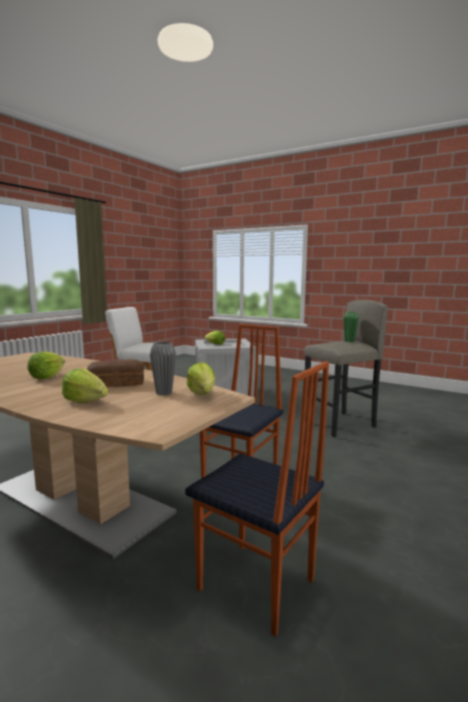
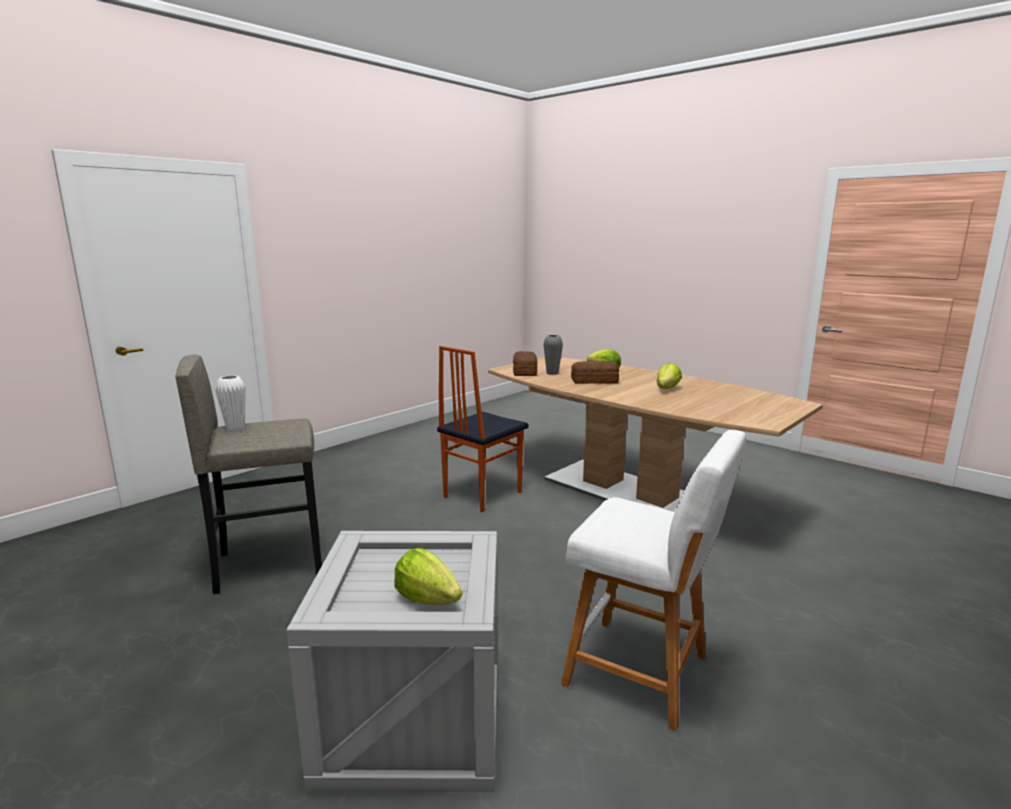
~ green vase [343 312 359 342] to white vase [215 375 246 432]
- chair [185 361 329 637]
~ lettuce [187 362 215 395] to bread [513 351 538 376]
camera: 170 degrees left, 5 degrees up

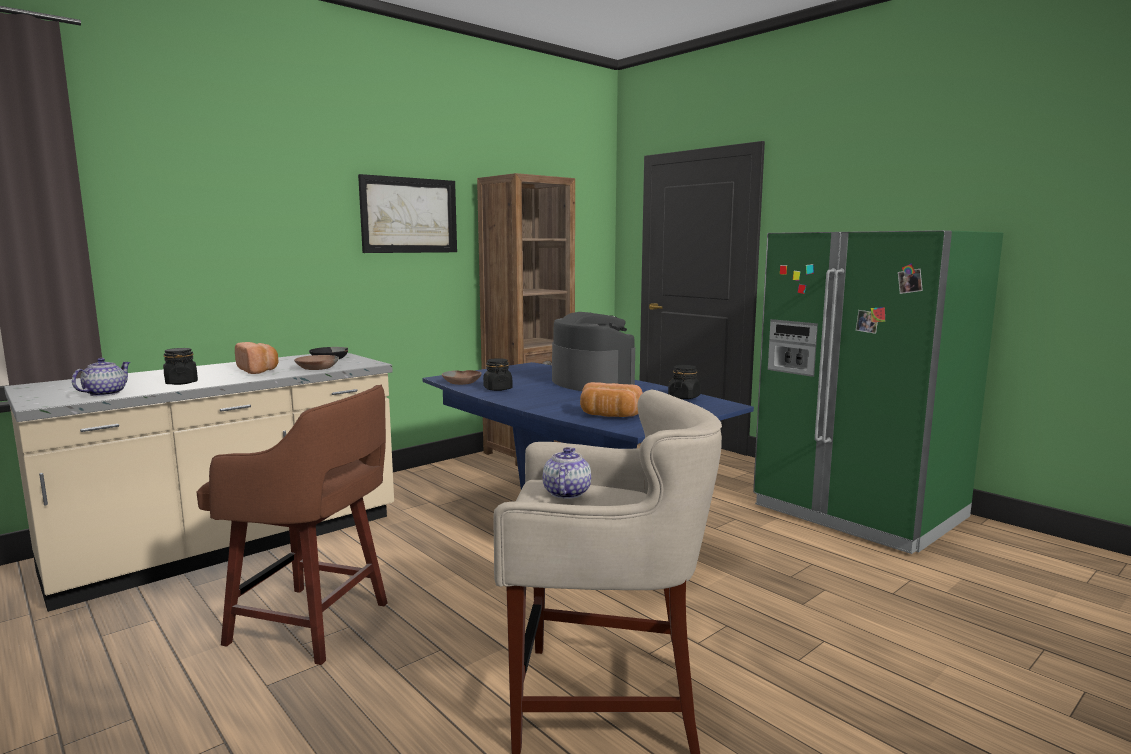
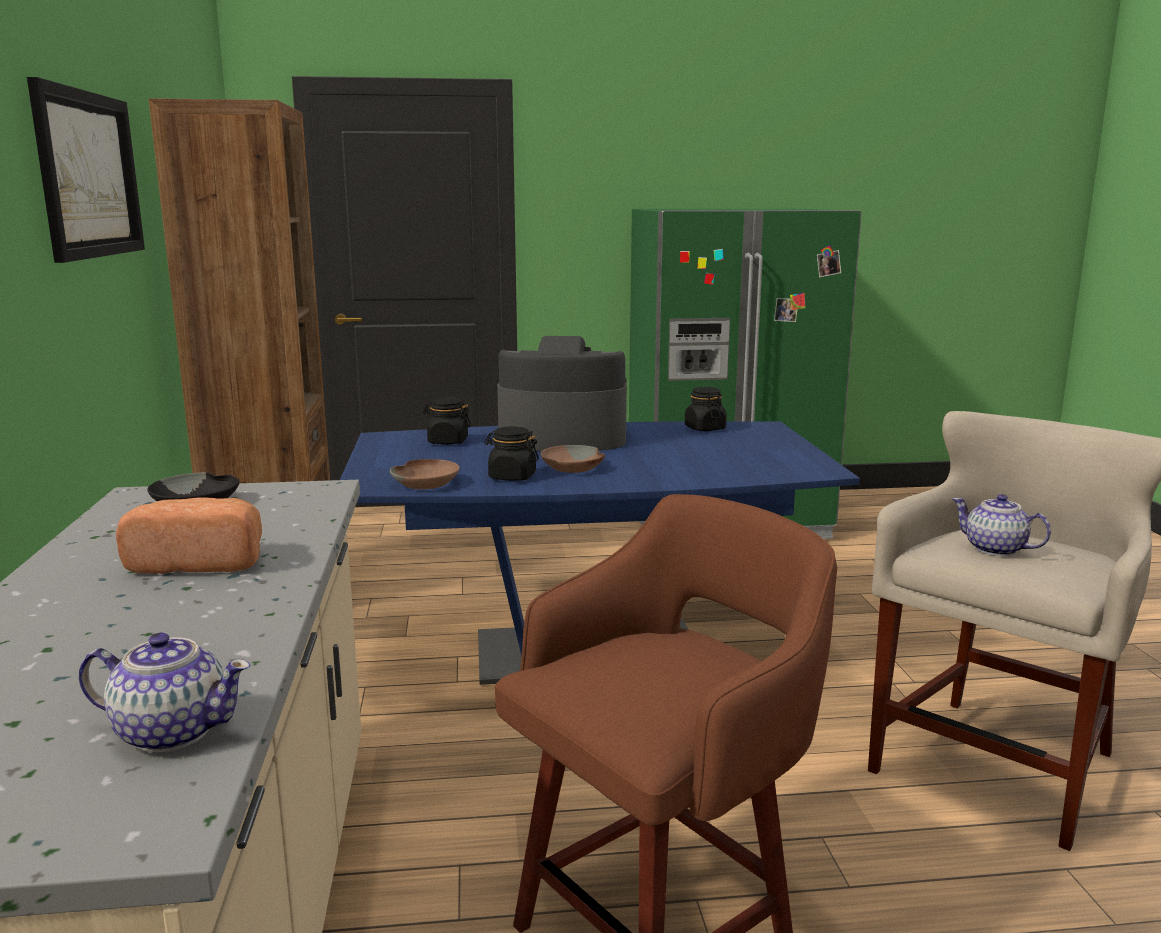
~ black jar [163 348 198 385] to [422 398 471 445]
~ brown bowl [294 355 339 370] to [540 445 605 473]
~ teapot [72 358 131 396] = [79 633 250 752] 135 degrees clockwise
- bread [580 382 643 417]
camera: 55 degrees left, 5 degrees up

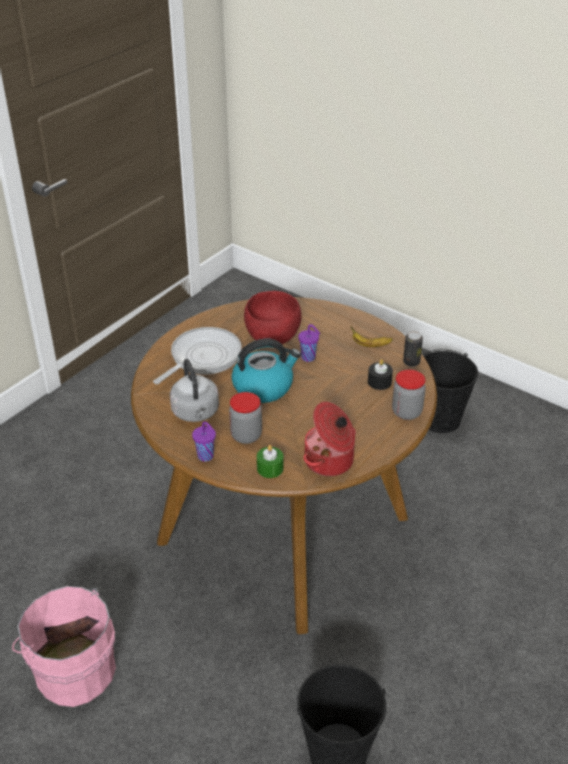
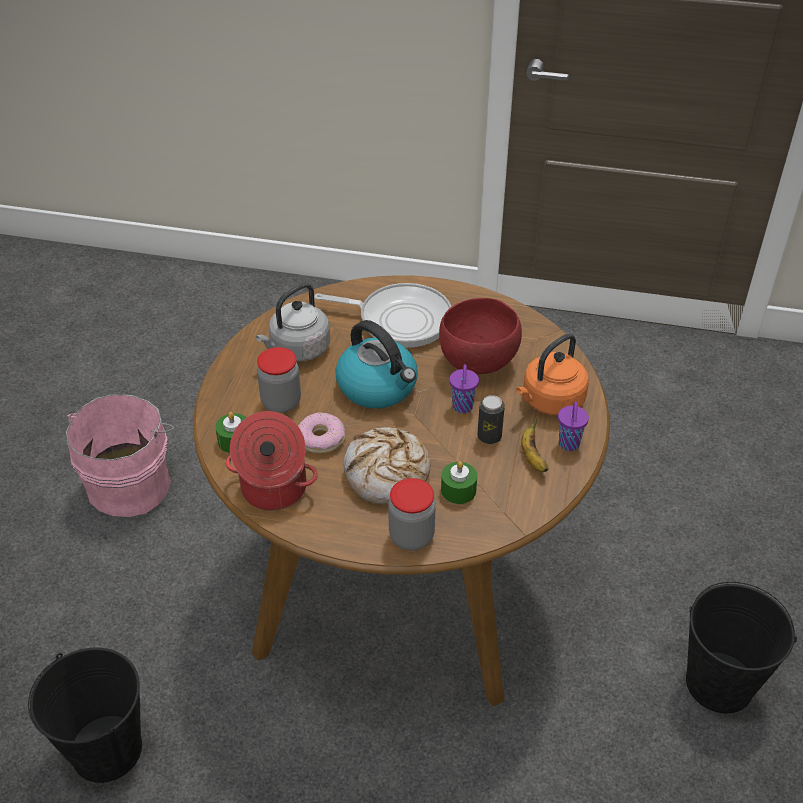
~ can [403 331 423 367] to [477 395 505 444]
~ black candle [368 359 393 390] to green candle [441 461 477 504]
~ purple cup [192 421 216 462] to [558 402 589 451]
+ orange kettle [516 333 589 415]
+ donut [298 412 345 454]
+ bread [344 427 430 505]
camera: 65 degrees right, 5 degrees up

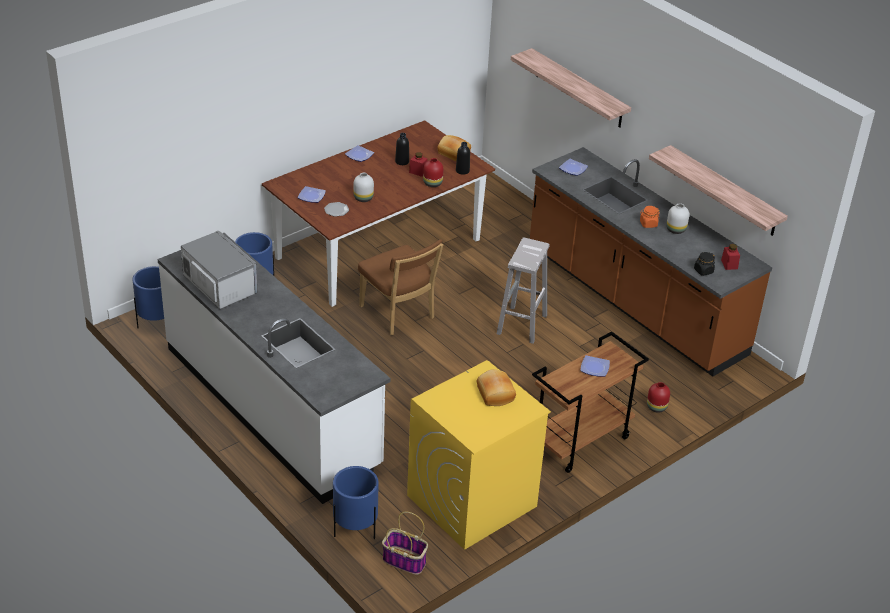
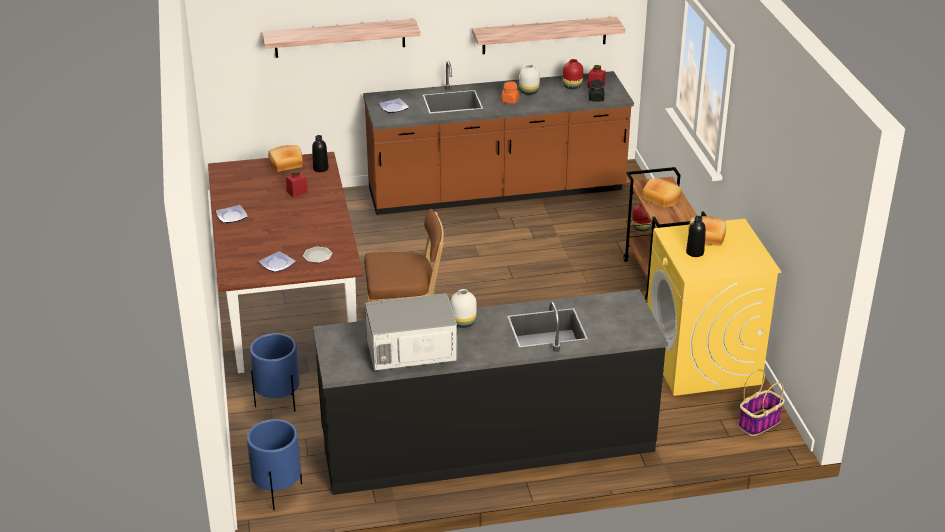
~ black bottle [395 133 409 165] to [686 216 706 257]
~ red vase [423 158 443 187] to [563 59 583 89]
~ white vase [354 173 374 202] to [450 289 477 328]
~ white counter [158 233 391 504] to black counter [313 289 668 495]
- white stool [497 237 550 344]
~ plate [580 355 610 377] to bread [642 178 682 208]
- blue planter [333 466 379 539]
camera: 60 degrees left, 5 degrees down

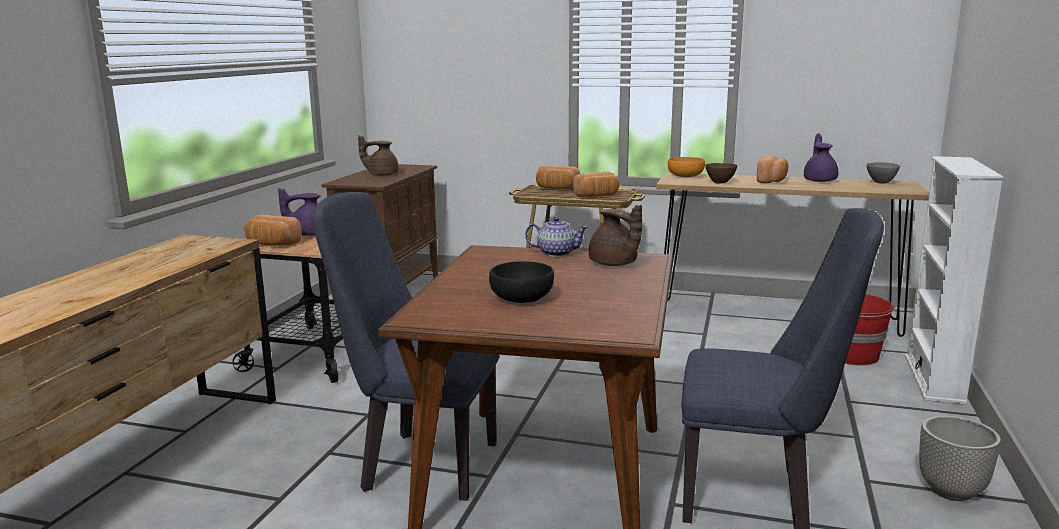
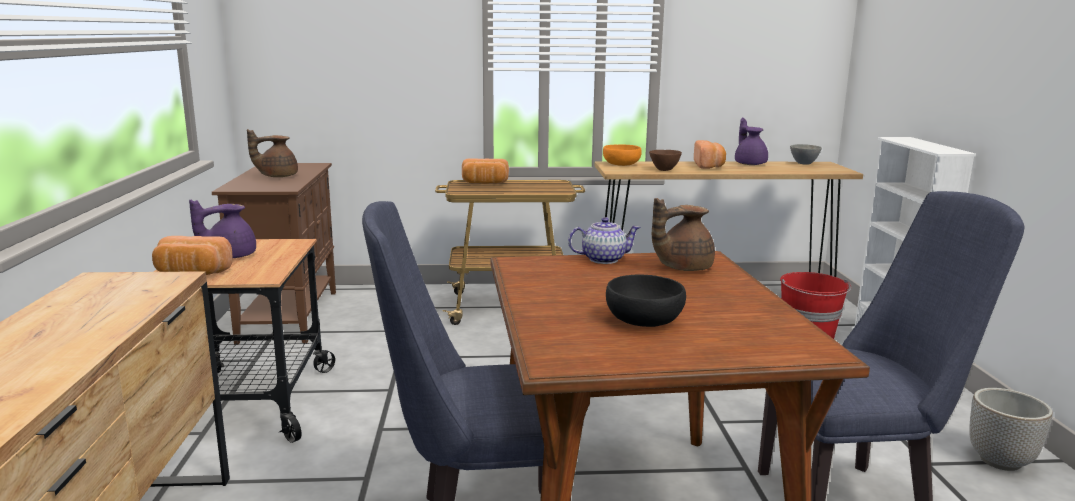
- bread [573 171 619 197]
~ brown teapot [588 205 642 266] = [652 198 715 271] 120 degrees clockwise
camera: 20 degrees left, 0 degrees up

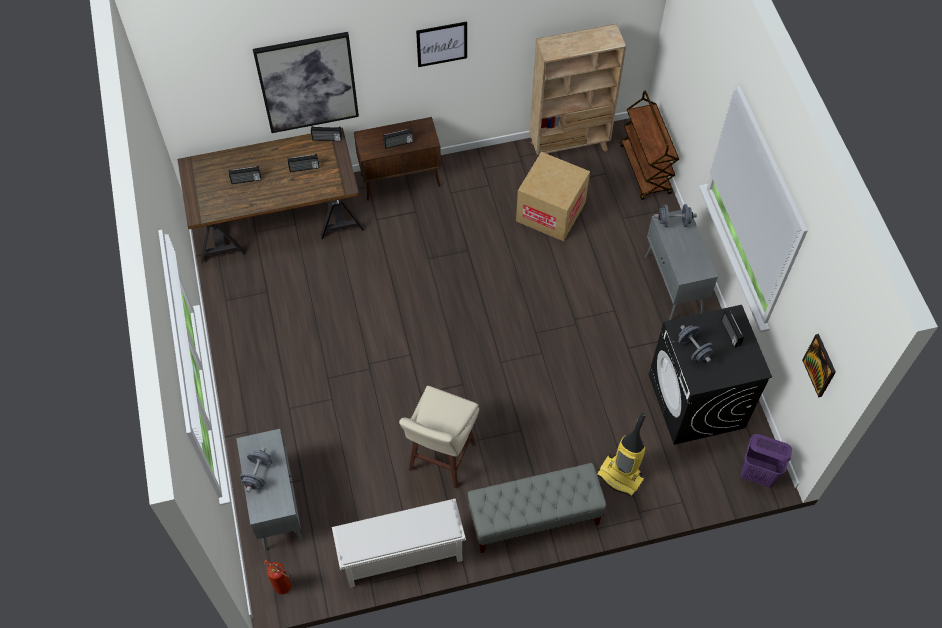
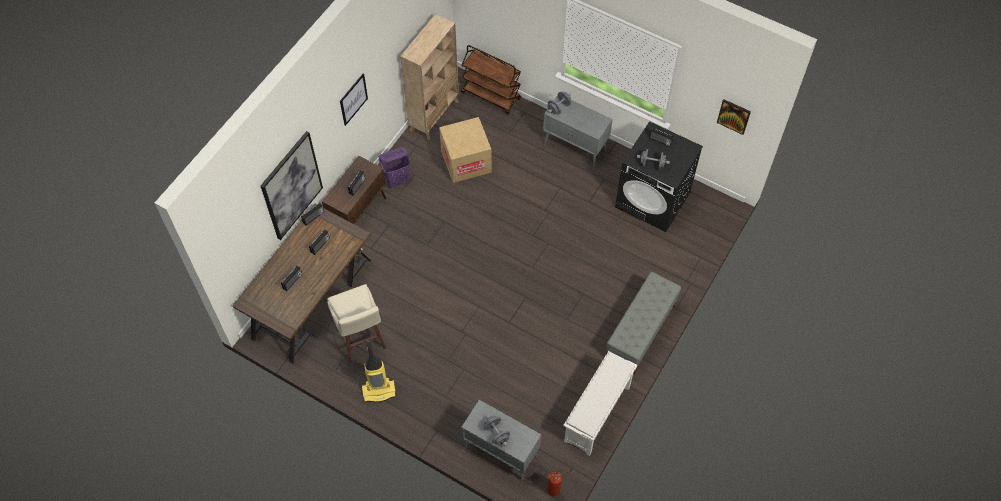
~ beige stool [399 386 479 488] to [327 284 386 362]
~ vacuum cleaner [596 413 646 497] to [361 340 397 402]
~ purple laundry basket [740 434 792 487] to [379 147 411 188]
camera: 45 degrees left, 0 degrees up

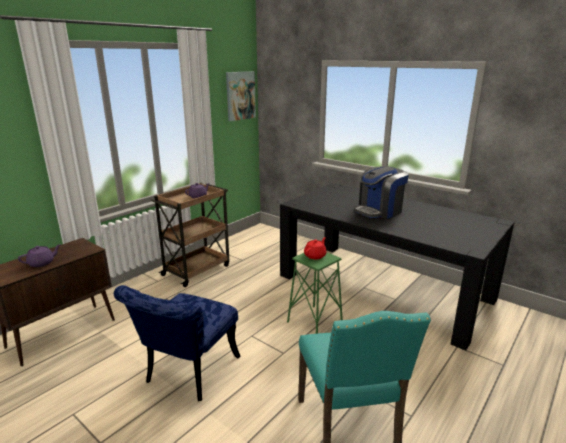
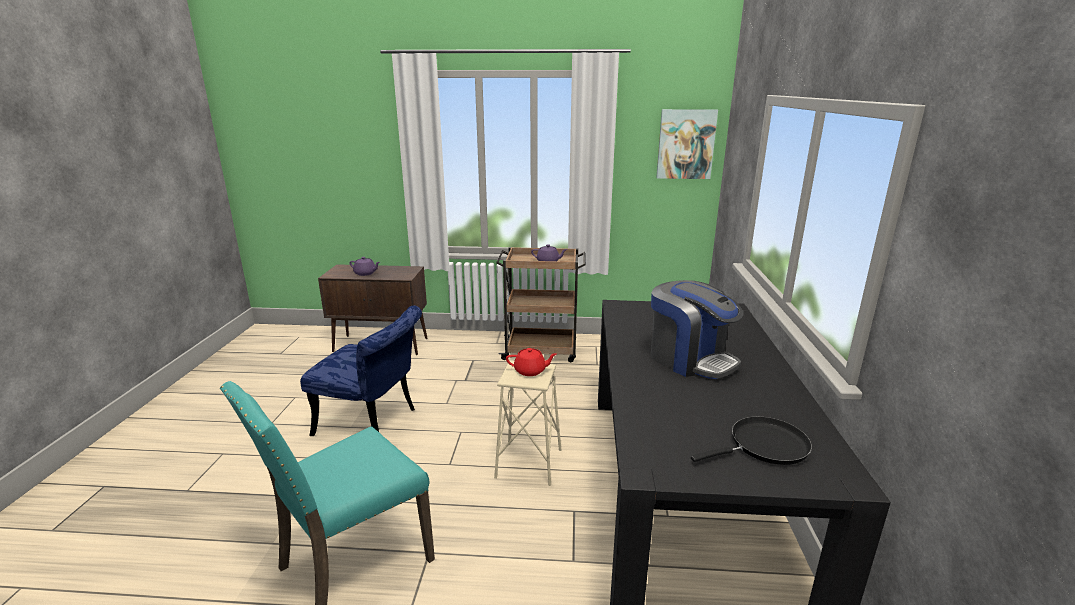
~ coffee machine [354 166 409 219] = [651 280 744 379] 150 degrees counterclockwise
~ green stool [287 252 343 334] to beige stool [494 360 561 486]
~ blue chair [114 285 241 401] = [300 305 422 436] 150 degrees counterclockwise
+ black frying pan [691 416 812 465]
camera: 55 degrees right, 0 degrees up

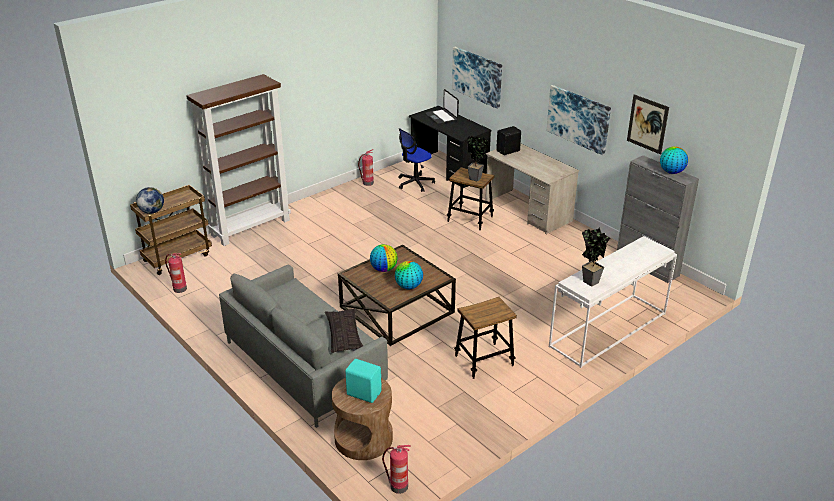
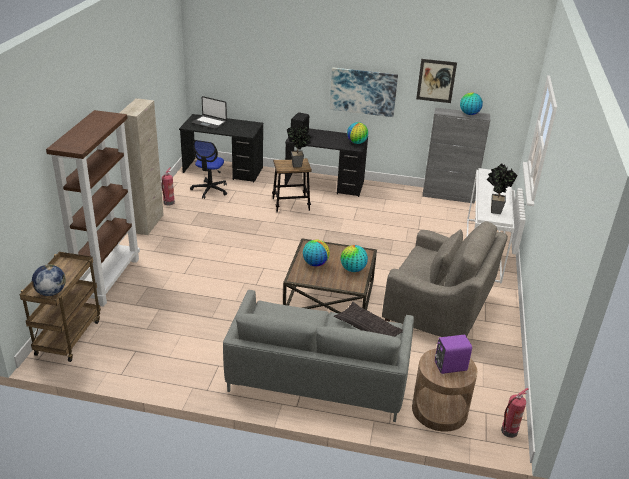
- picture [452 47 502 109]
~ beige desk [485 144 579 234] to black desk [285 128 368 197]
- fire extinguisher [165 253 187 293]
~ stool [454 297 517 379] to grey armchair [382 221 508 337]
~ turquoise speaker [345 359 382 403] to purple speaker [435 335 472 374]
+ beige cabinet [120 98 164 235]
+ globe [347 122 368 144]
camera: 40 degrees left, 0 degrees up

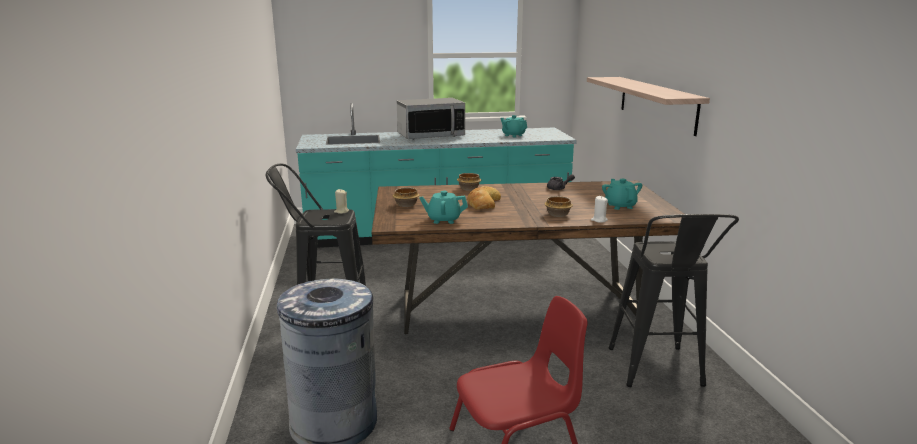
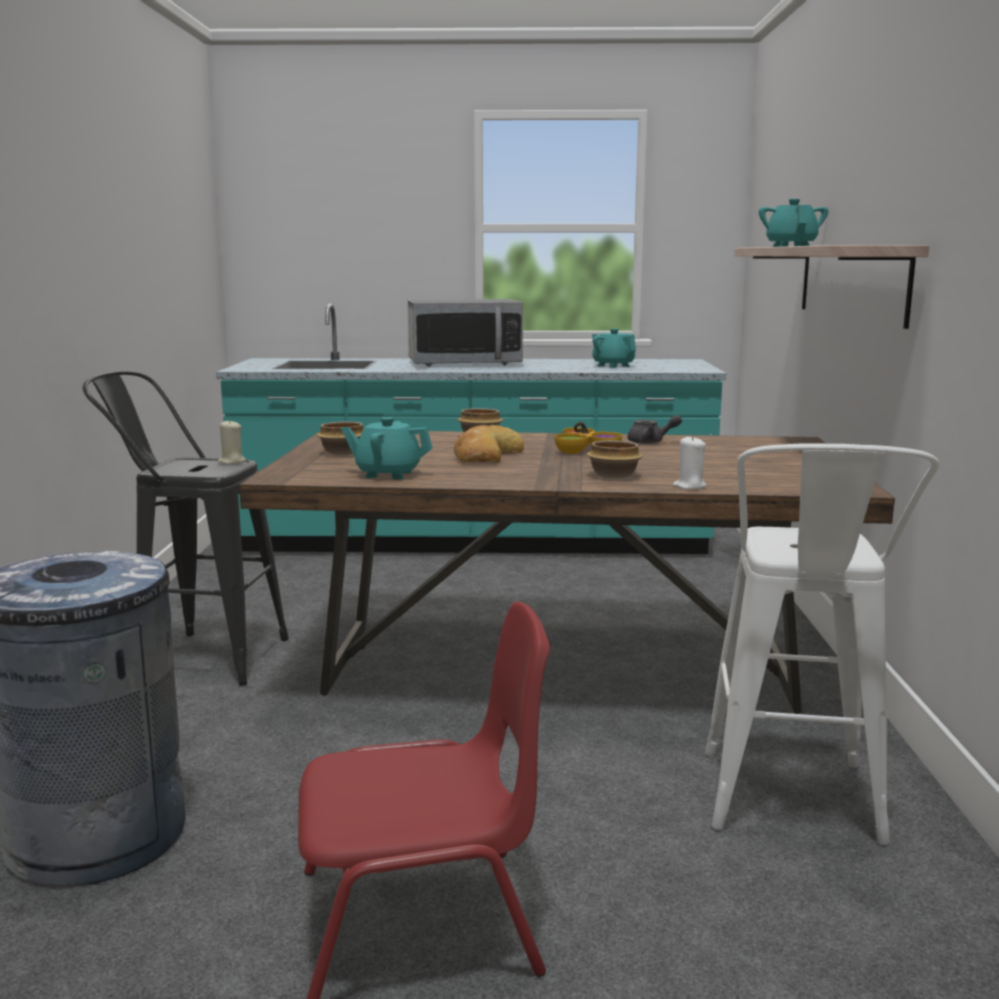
~ turquoise teapot [602 179 642 210] to [759 199 828 247]
~ black stool [609 214 739 387] to white stool [705 443 939 845]
+ bowl [555 422 622 454]
camera: 10 degrees right, 5 degrees down

